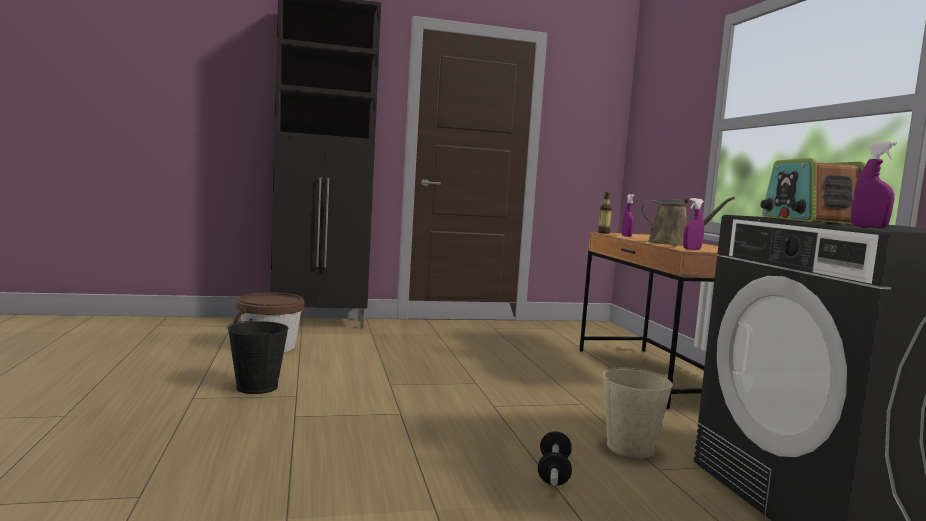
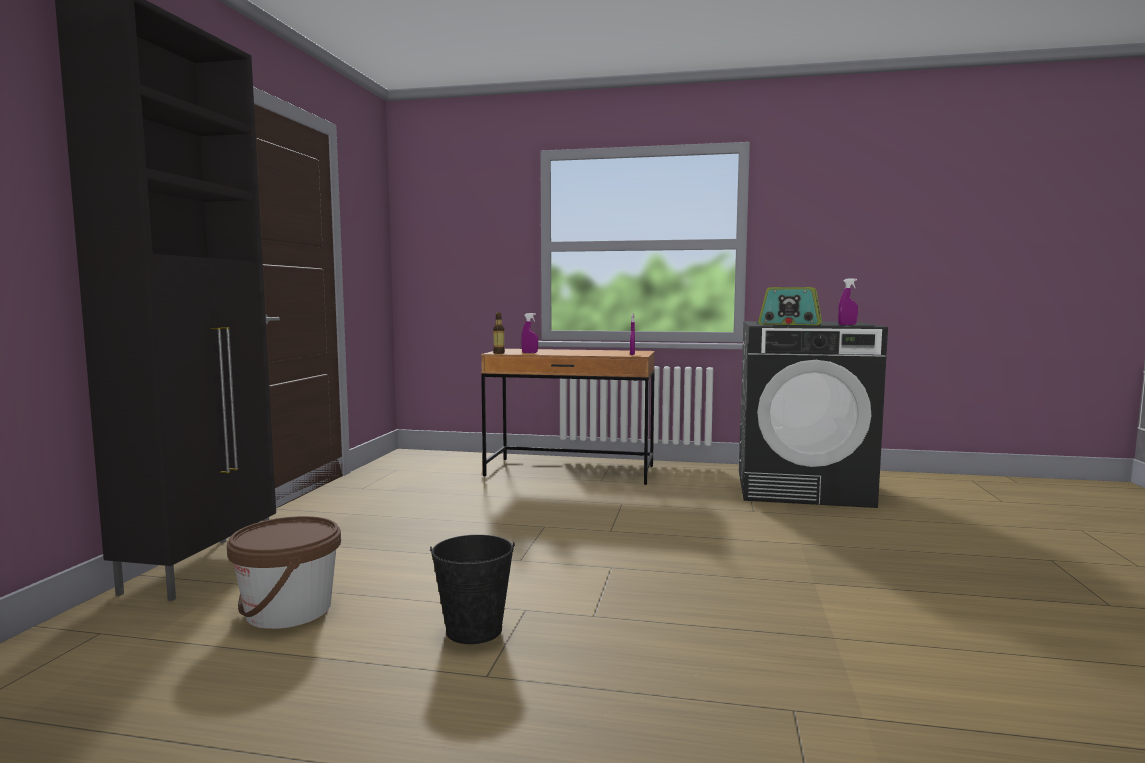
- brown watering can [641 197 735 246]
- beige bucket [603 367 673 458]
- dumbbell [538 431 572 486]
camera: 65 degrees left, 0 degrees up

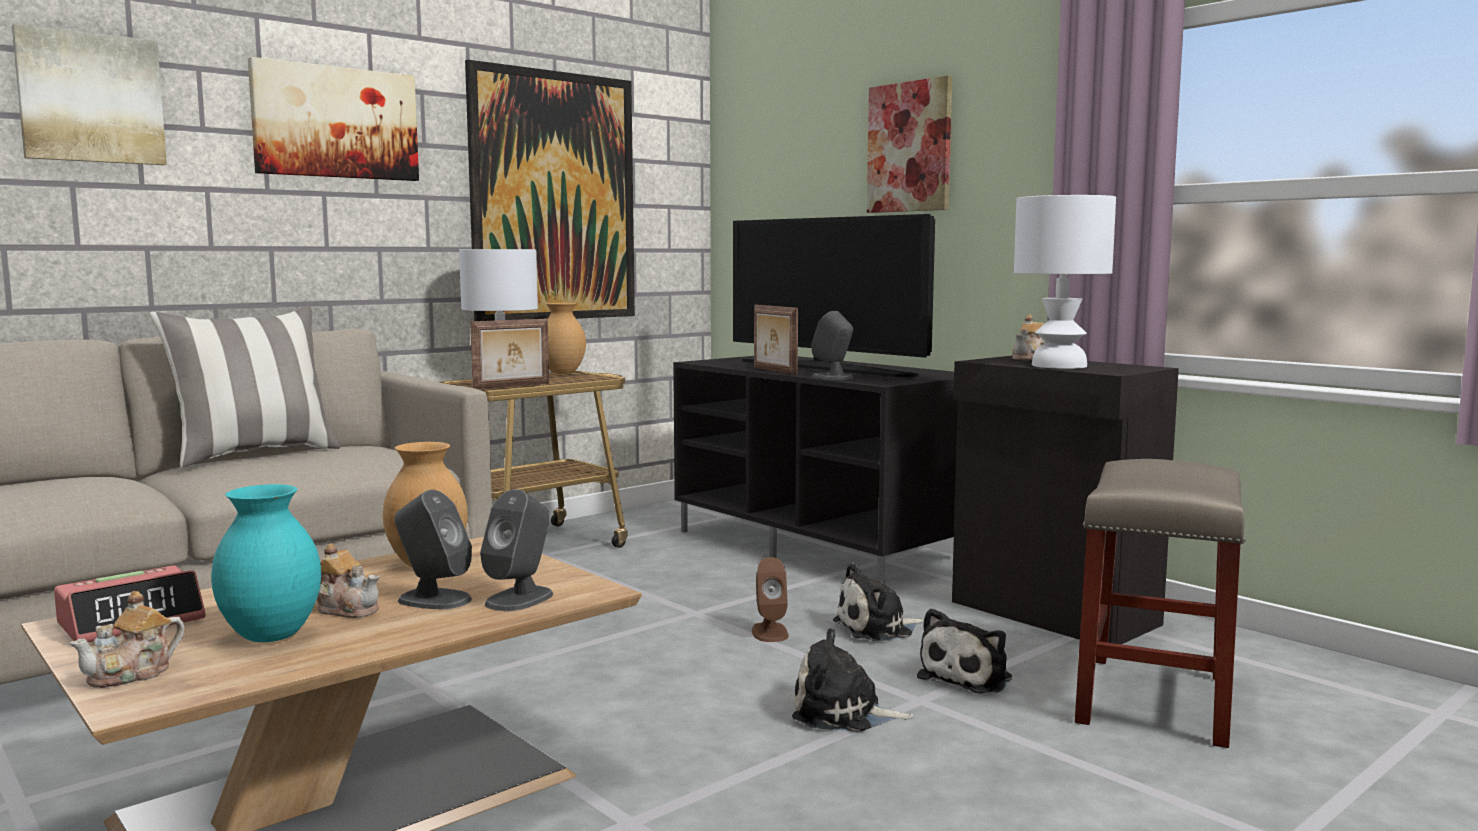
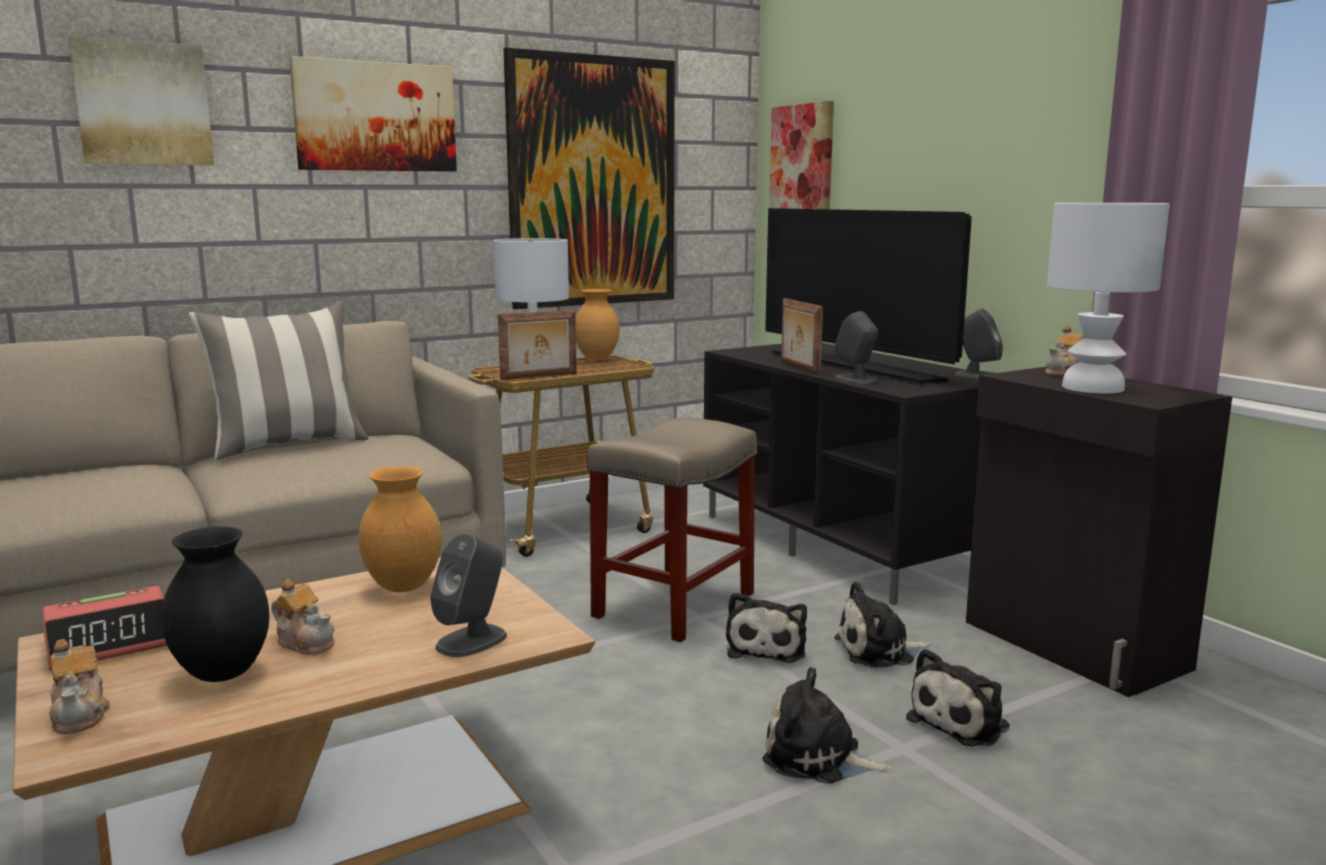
~ picture [867 75 952 213] to [769 101 834 209]
~ beige stool [1075 459 1246 748] to [587 418 757 642]
~ turquoise vase [211 484 321 642] to black vase [161 526 269 682]
~ grey speaker [394 490 472 609] to [955 308 1003 379]
~ brown speaker [752 557 788 642] to plush toy [726 592 807 663]
~ teapot [70 591 185 688] = [49 639 110 734] 75 degrees counterclockwise
camera: 10 degrees right, 5 degrees up

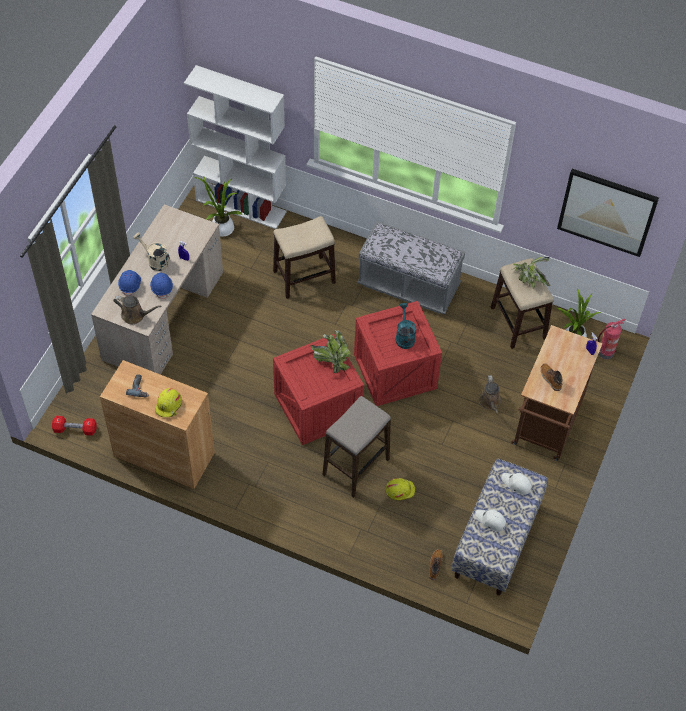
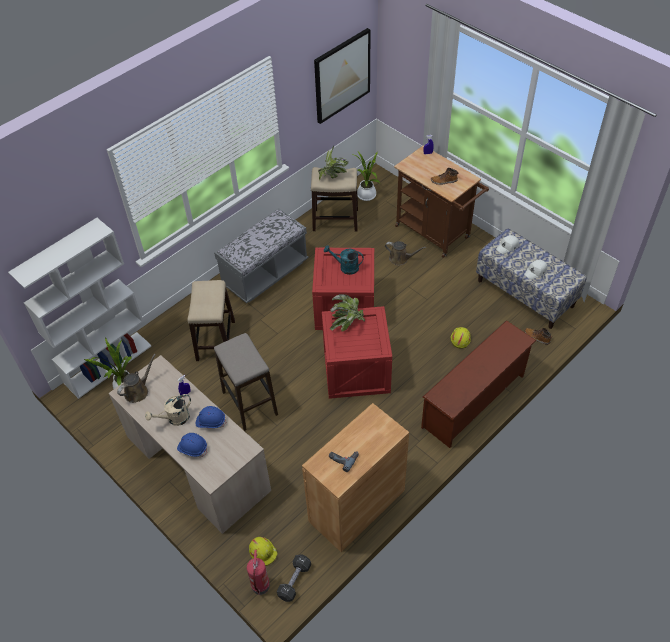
~ brown watering can [113 295 161 324] to [117 354 156 403]
~ fire extinguisher [598 319 626 359] to [247 550 270 595]
~ yellow hard hat [155 388 182 417] to [249 537 278 566]
~ stool [322 396 391 498] to [214 333 278 431]
~ red dumbbell [52 416 97 436] to black dumbbell [277 555 311 602]
+ brown shoe rack [421 320 536 448]
camera: 65 degrees left, 5 degrees down

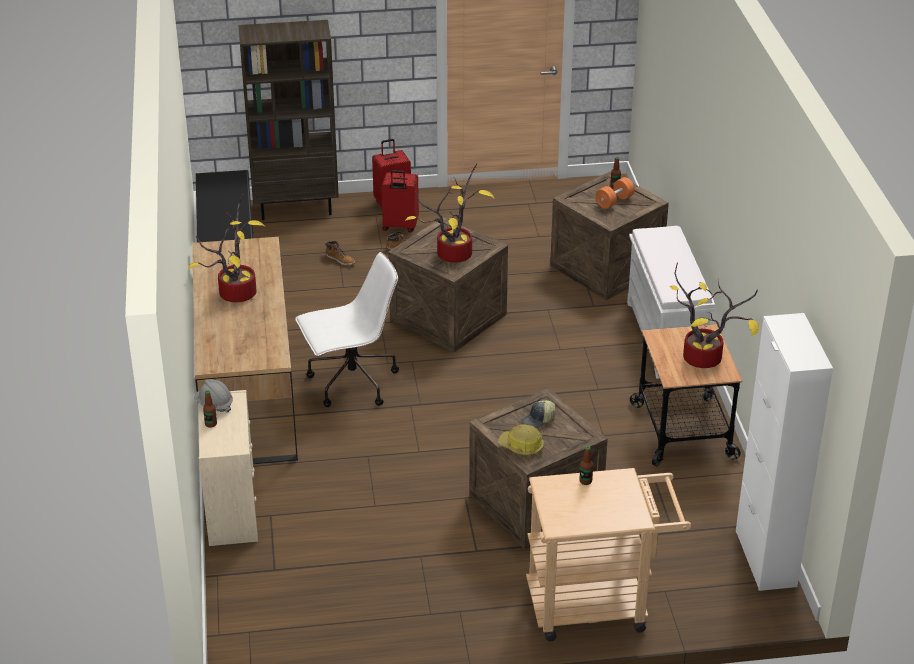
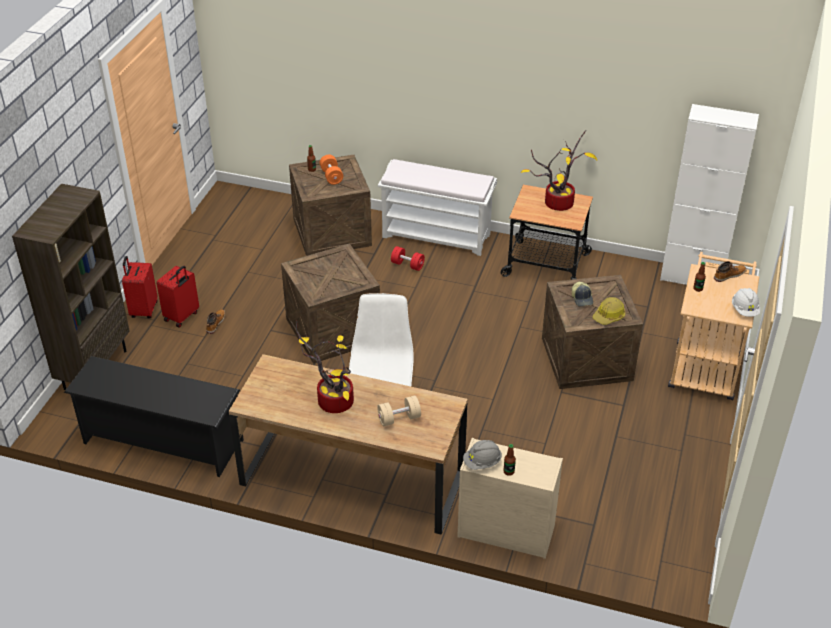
- potted plant [405 163 494 263]
~ boot [325 241 355 266] to [714 261 746 282]
+ red dumbbell [391 246 425 271]
+ white hard hat [732 288 760 317]
+ beige dumbbell [377 396 421 426]
camera: 65 degrees left, 5 degrees up

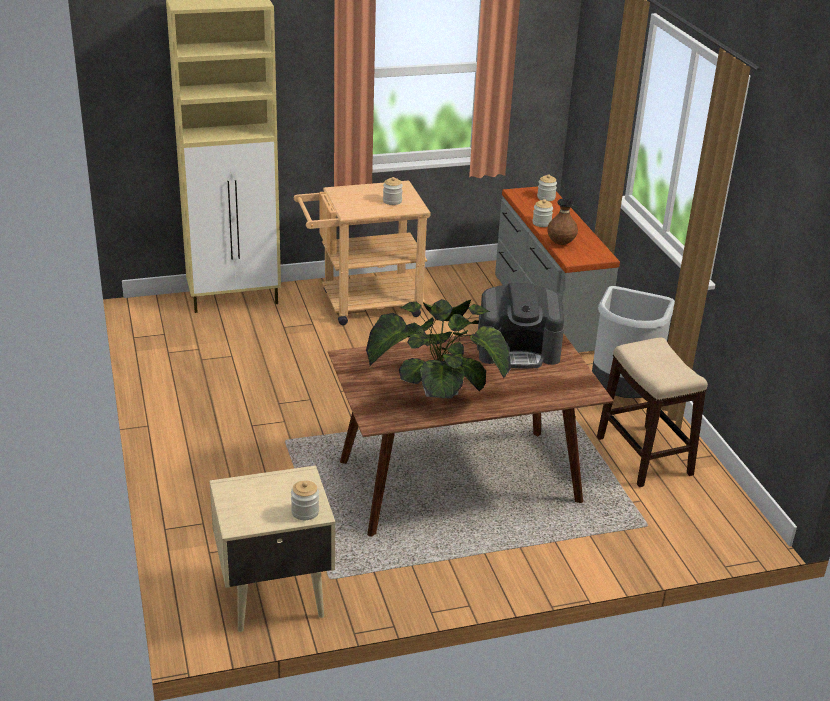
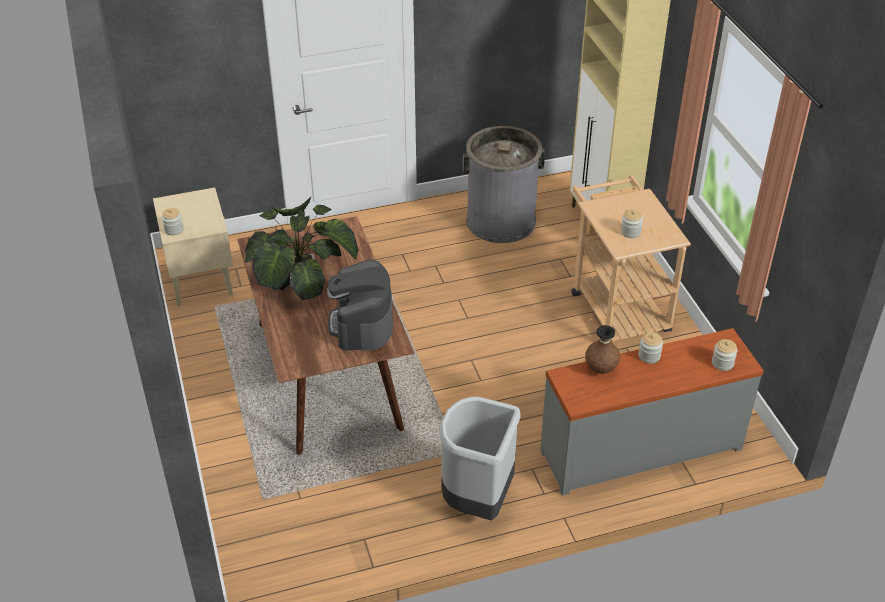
- stool [597 337 708 487]
+ grey trash can [463 126 545 243]
camera: 90 degrees right, 10 degrees up

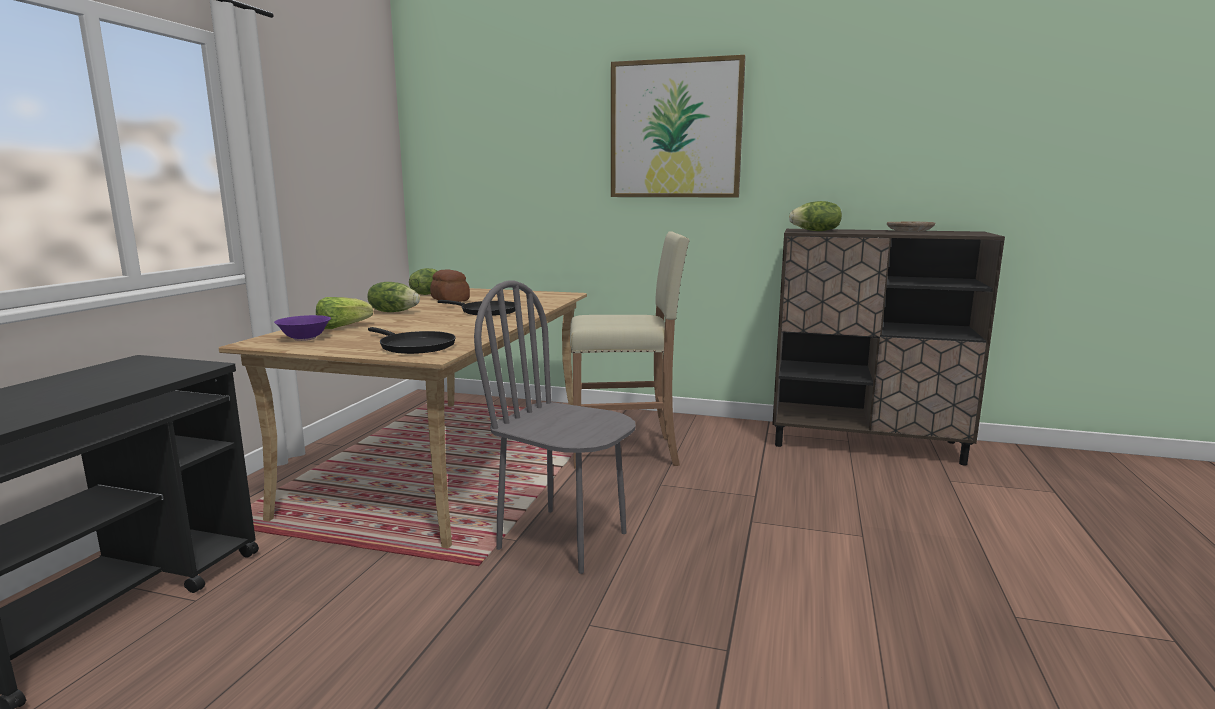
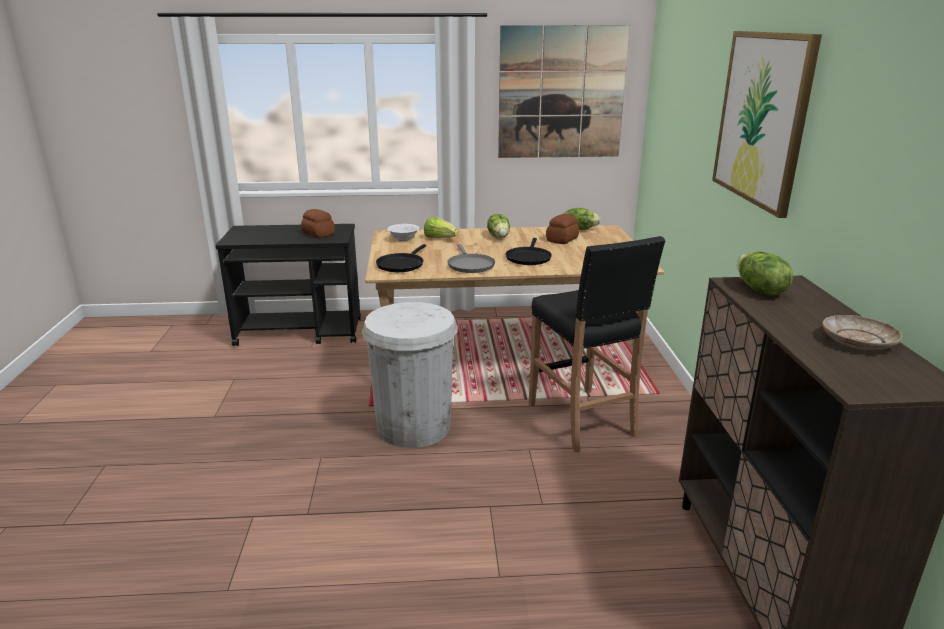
~ beige stool [570 231 690 469] to black stool [529 236 665 453]
~ grey chair [474 281 636 574] to white trash can [362 302 457 448]
~ purple bowl [274 315 331 341] to white bowl [387 224 419 241]
+ picture [498 25 630 158]
+ bread [301 209 335 238]
+ grey frying pan [448 244 495 273]
camera: 70 degrees right, 10 degrees up

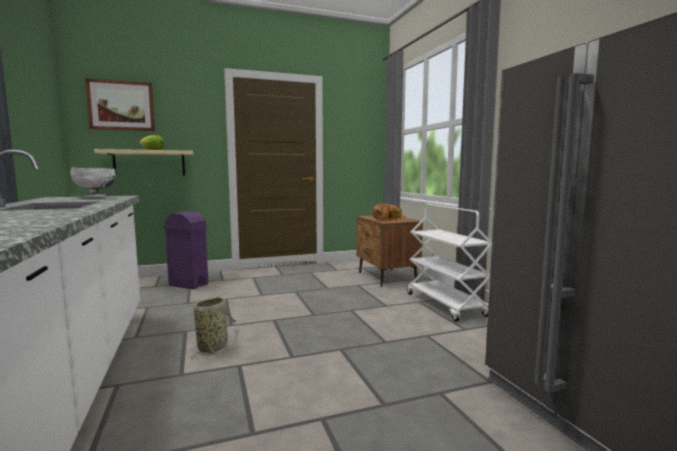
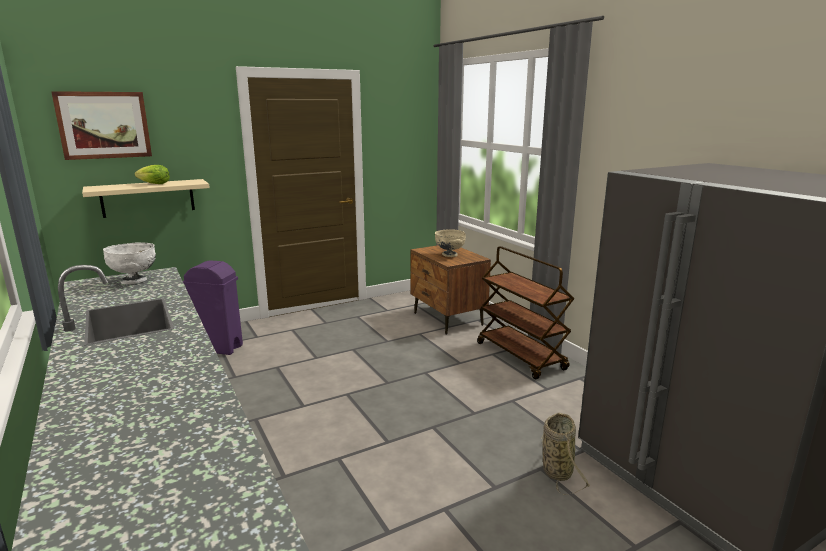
~ bread [372 204 406 221] to beige bowl [435 229 466 257]
~ white cart [407 204 492 322] to brown cart [477 246 575 379]
~ basket [191 297 236 360] to [542 413 590 495]
camera: 10 degrees left, 10 degrees up

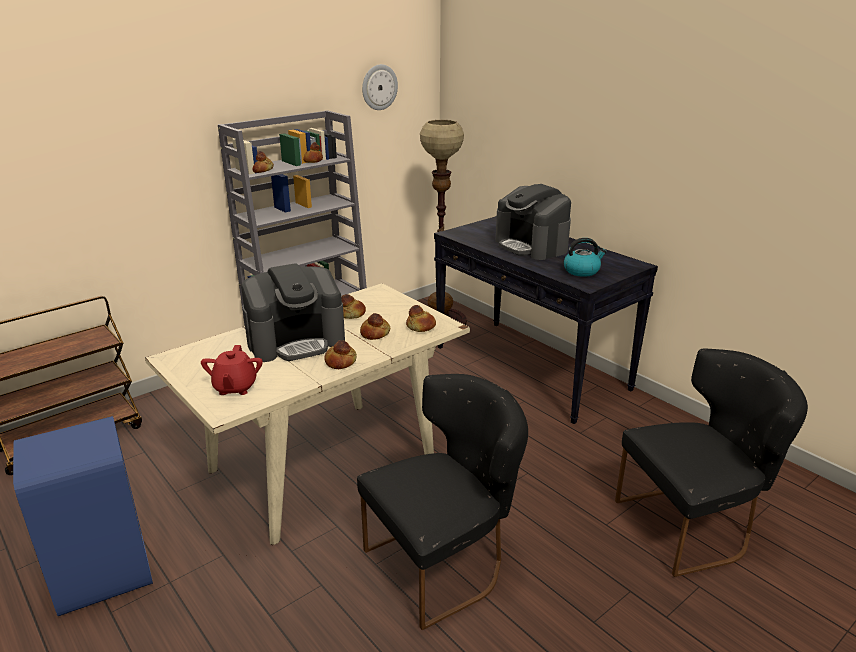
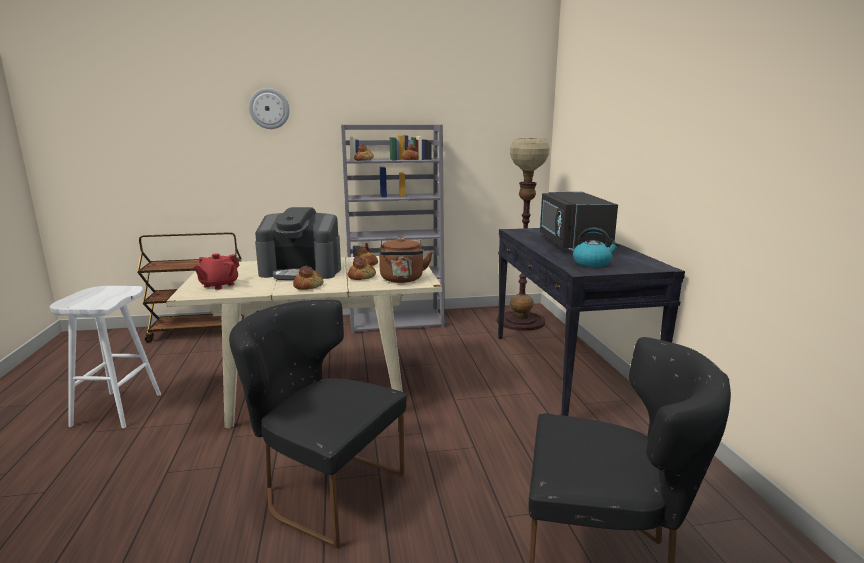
~ wall clock [362 64 398 110] to [249 88 290 129]
~ coffee machine [496 184 571 260] to black microwave [540 192 618 251]
~ bread [406 305 436 332] to brown kettle [379 237 433 283]
~ black chair [357 374 528 630] = [229 300 407 548] 150 degrees counterclockwise
~ blue trash can [13 416 153 616] to white stool [50 286 161 428]
camera: 30 degrees right, 10 degrees down

